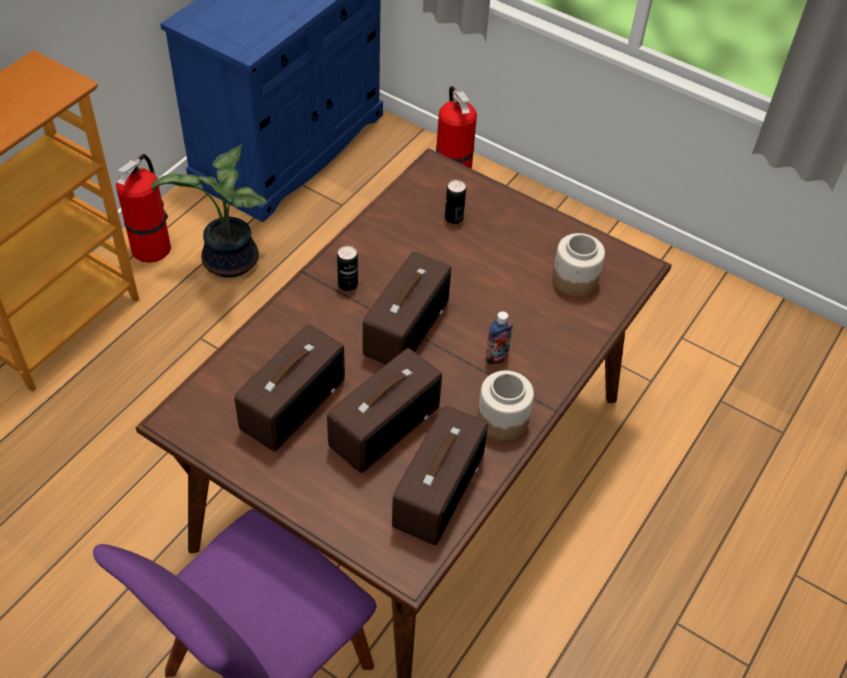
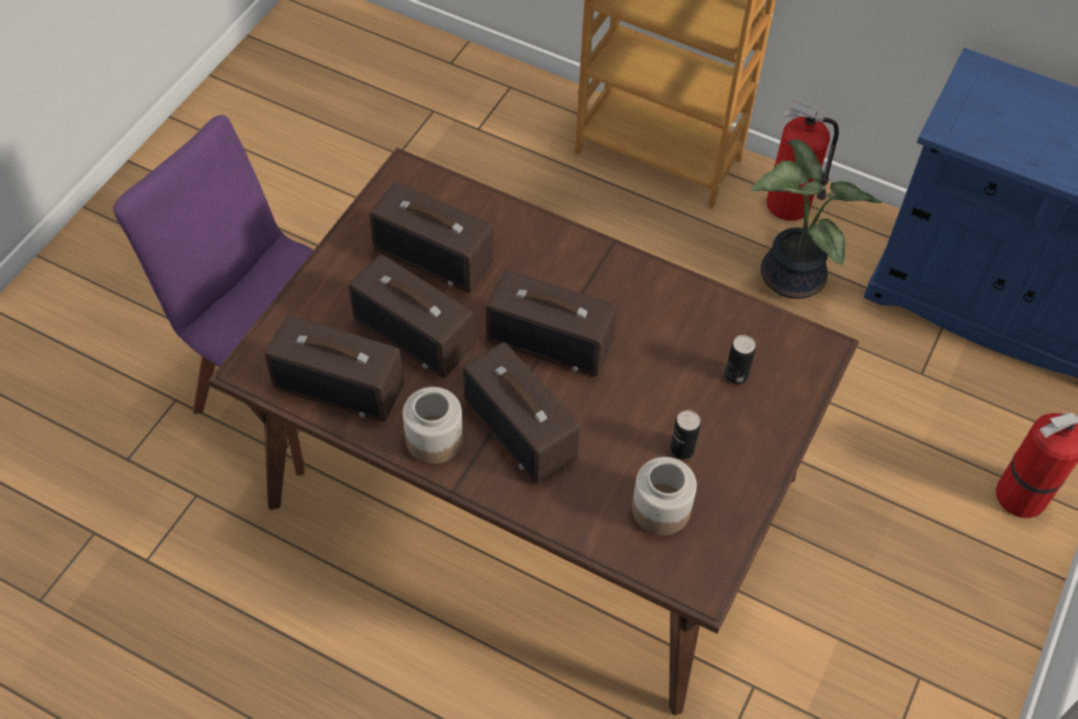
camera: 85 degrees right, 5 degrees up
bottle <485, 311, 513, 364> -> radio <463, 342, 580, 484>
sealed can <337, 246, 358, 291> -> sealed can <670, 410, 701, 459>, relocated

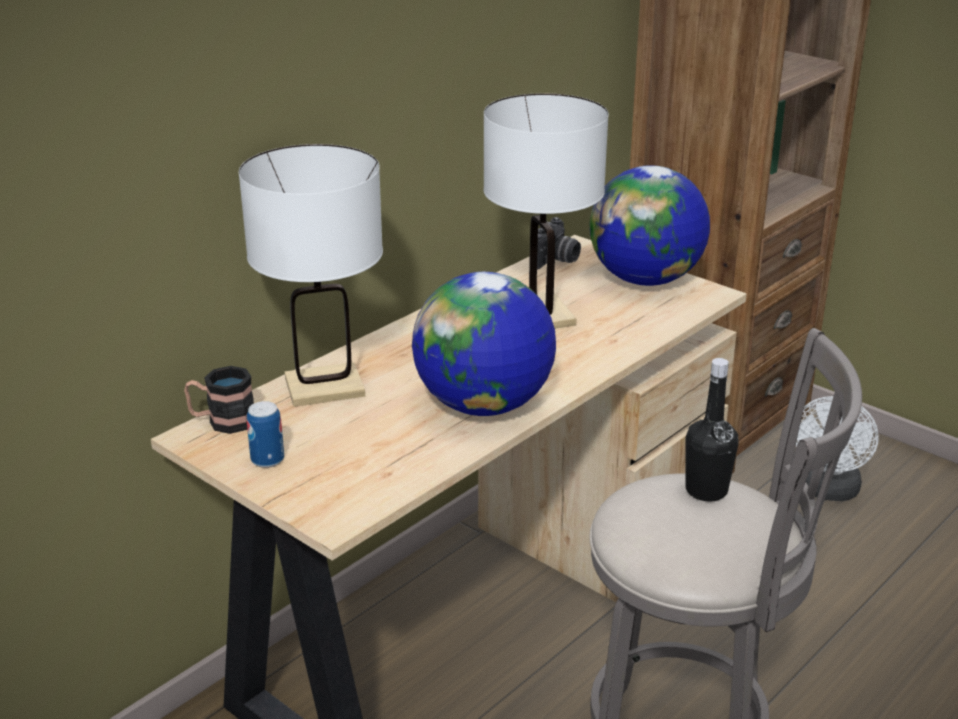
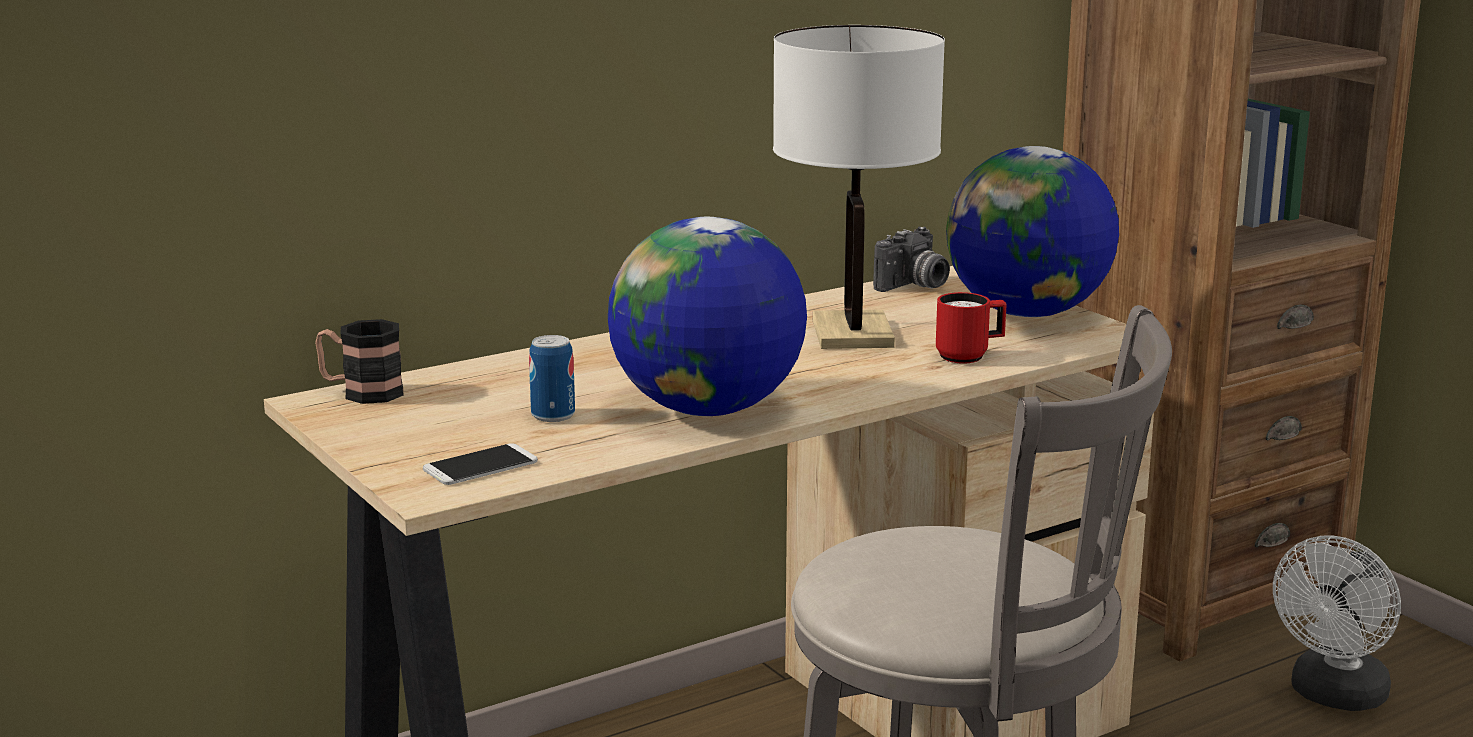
camera: 15 degrees right, 10 degrees down
none -> telephone <423, 443, 538, 485>
sealed can <247, 401, 284, 468> -> sealed can <529, 335, 575, 422>, relocated
none -> tea mug (reddish) <936, 292, 1007, 363>
tabletop lamp (white-coloured) <239, 144, 383, 407> -> none
bottle (blackish) <685, 358, 739, 502> -> none

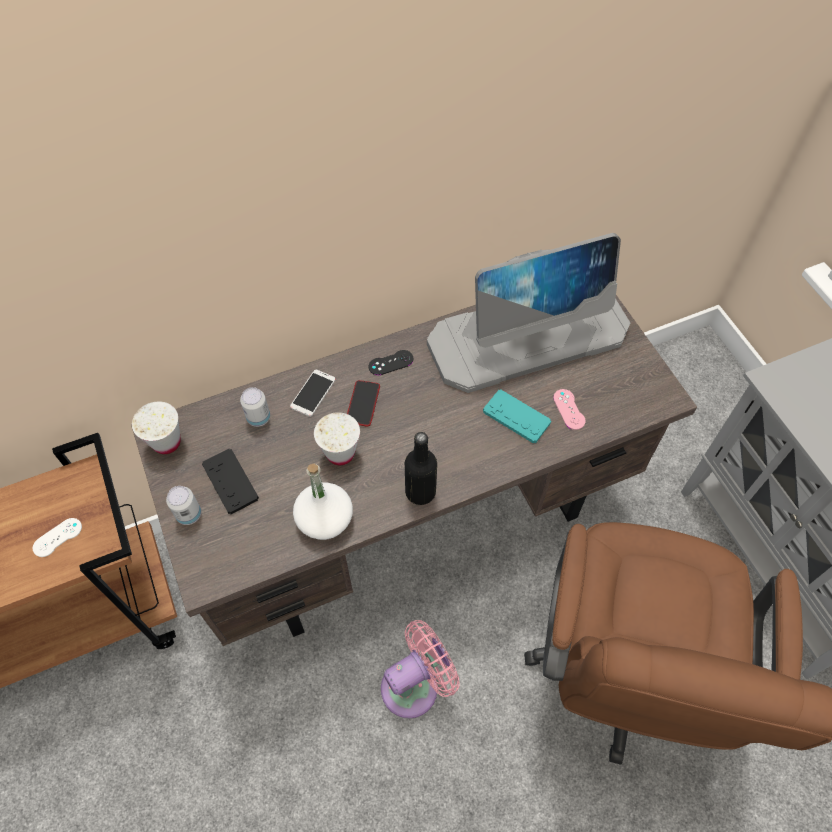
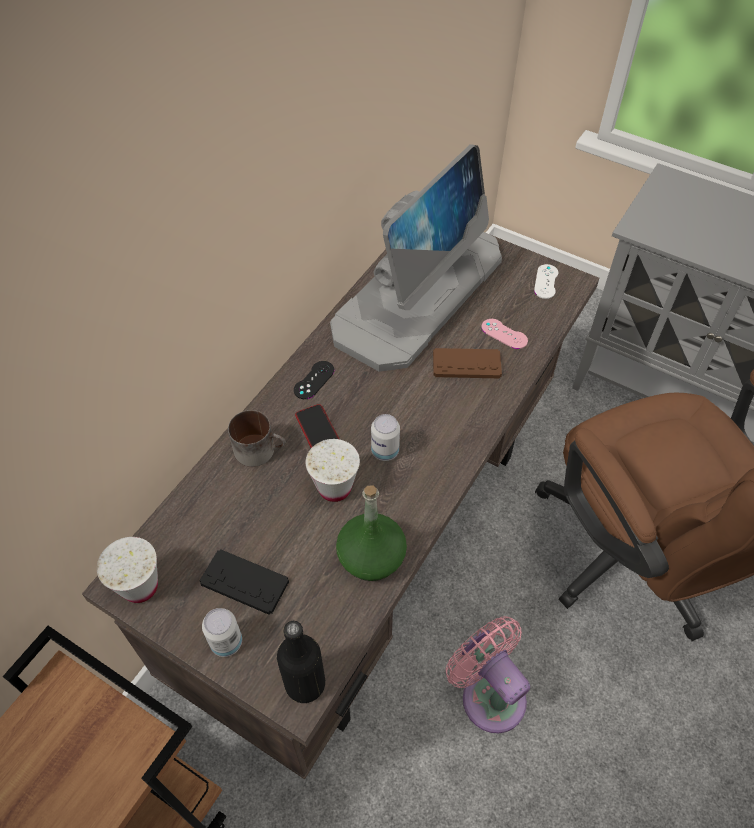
camera: 35 degrees left, 5 degrees down
telephone <290, 370, 336, 417> -> tea mug <228, 410, 286, 467>
bottle (blackish) <405, 432, 437, 505> -> bottle (blackish) <277, 621, 325, 703>, relocated
bottle (white-coloured) <293, 464, 353, 540> -> bottle (green) <336, 485, 407, 581>
sealed can <240, 387, 270, 427> -> sealed can <371, 414, 400, 461>, relocated
game controller (turquoise) <483, 390, 551, 444> -> game controller (brown-coloured) <433, 348, 502, 378>
electric fan (pink) <381, 620, 460, 718> -> electric fan (pink) <446, 616, 530, 733>, 60 degrees counterclockwise
game controller (white-coloured) <33, 518, 82, 557> -> game controller (white-coloured) <534, 264, 558, 299>, relocated

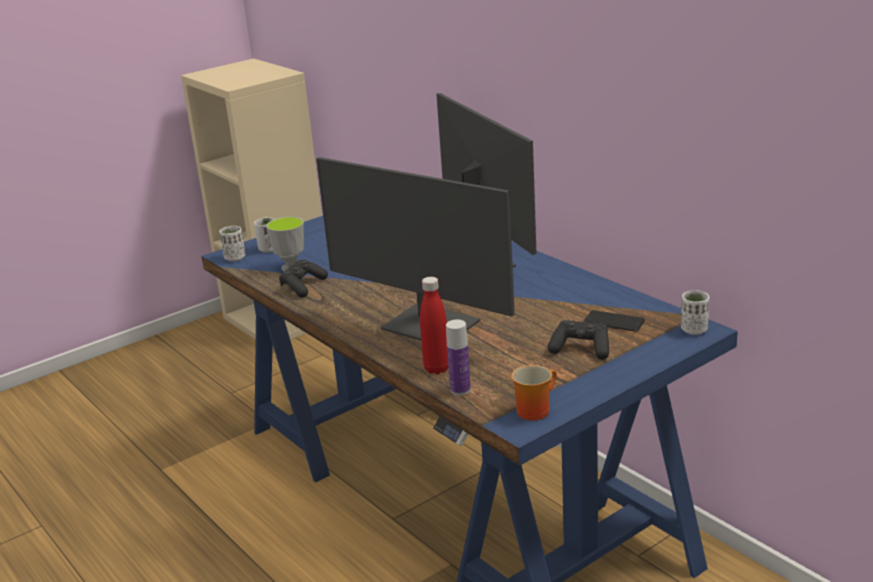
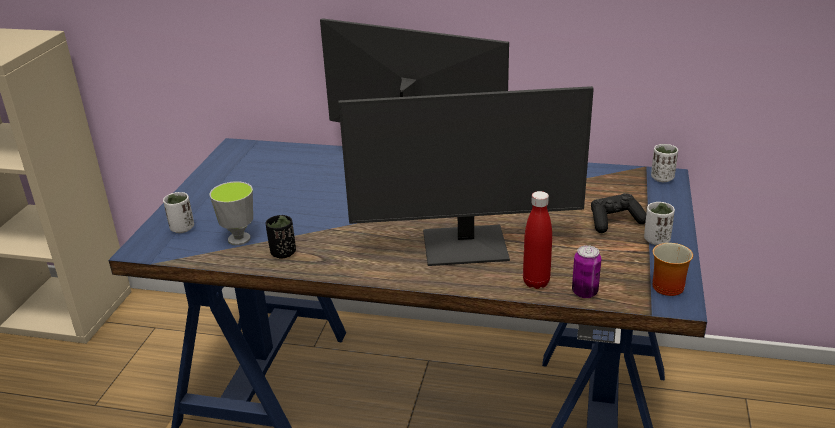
camera: 40 degrees left, 5 degrees up
game controller (blackish) <279, 259, 328, 298> -> drinking cup (blackish) <266, 215, 296, 259>
bottle <446, 320, 471, 395> -> sealed can <572, 245, 601, 298>
drinking cup (white-coloured) <219, 226, 245, 261> -> drinking cup (white-coloured) <644, 202, 675, 245>, relocated
telephone <583, 310, 645, 332> -> none

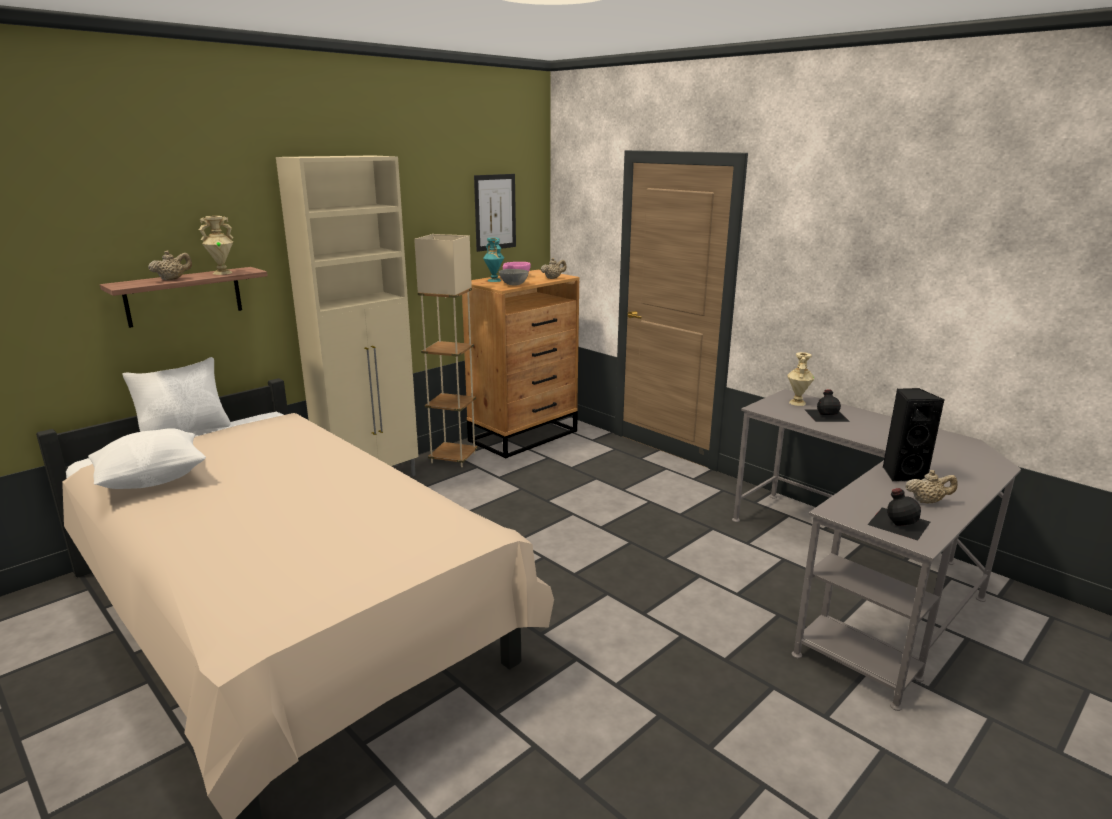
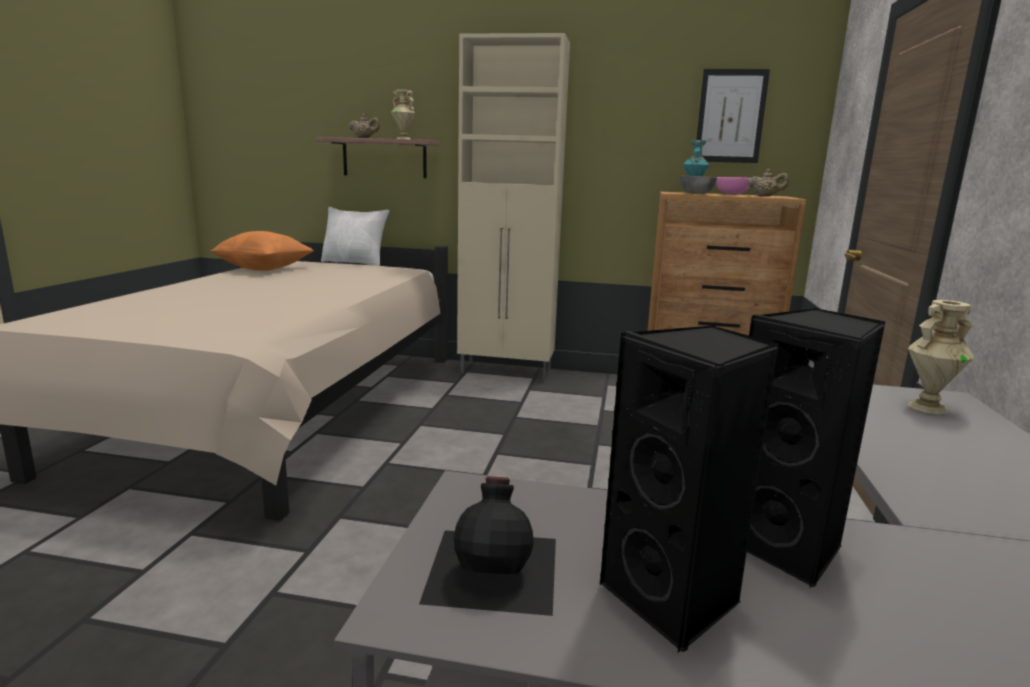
camera: 55 degrees right, 5 degrees down
pillow (white-coloured) <88, 428, 206, 489> -> pillow (orangey) <211, 231, 314, 271>
tea pot (beige) <905, 470, 958, 504> -> loudspeaker (blackish) <599, 325, 779, 652>
standing lamp (beige) <414, 234, 478, 467> -> none
bottle (blackish) <805, 389, 850, 422> -> none

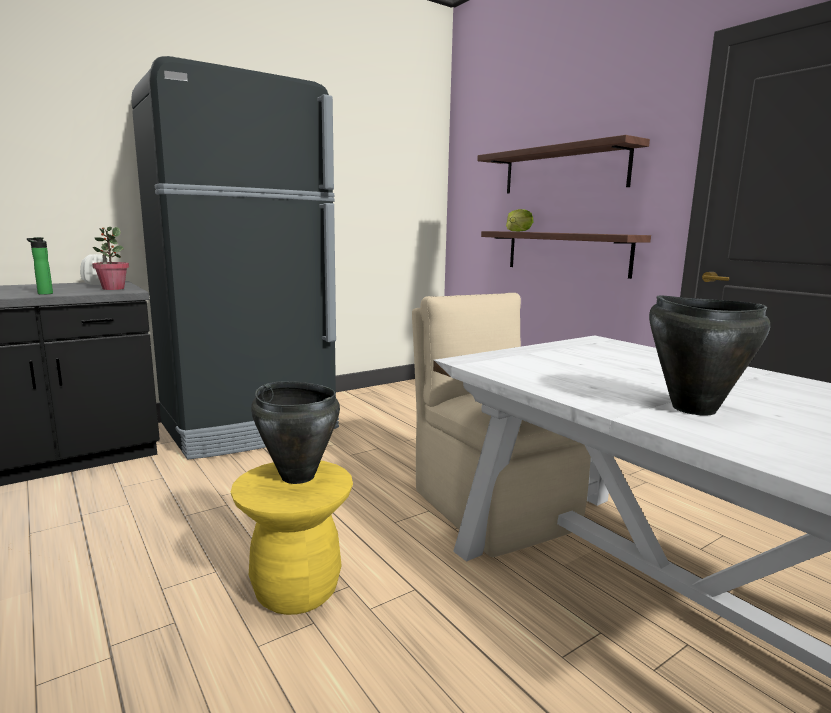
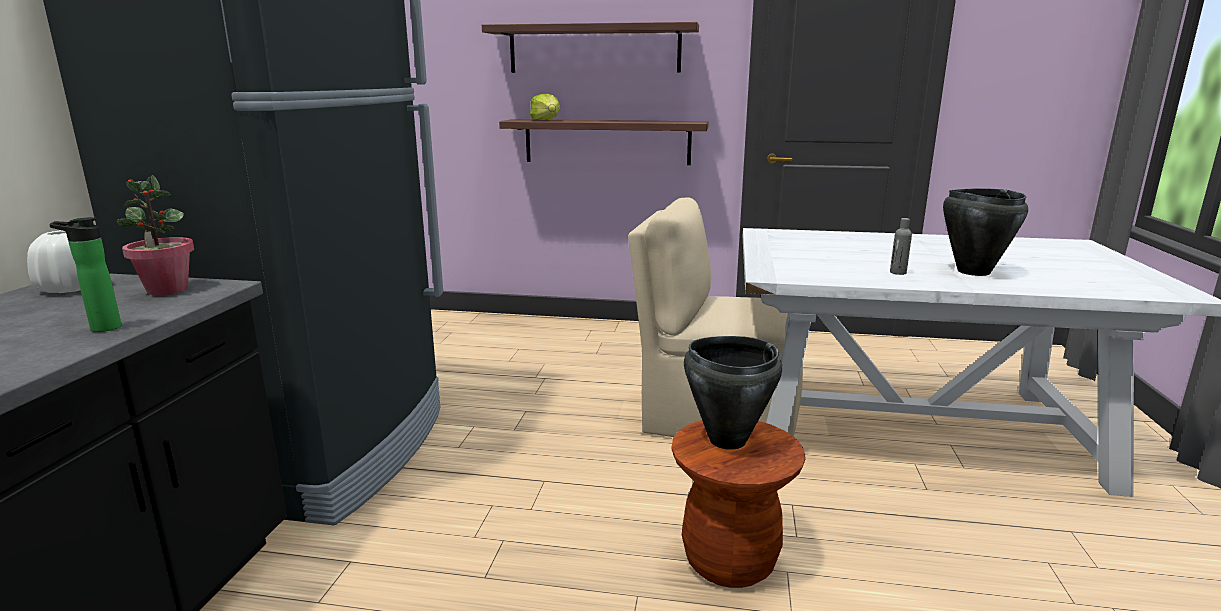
camera: 45 degrees left, 5 degrees up
sitting stool (yellow-coloured) <231, 461, 353, 615> -> sitting stool (brown-coloured) <671, 420, 805, 588>
none -> bottle (greyish) <890, 218, 912, 275>

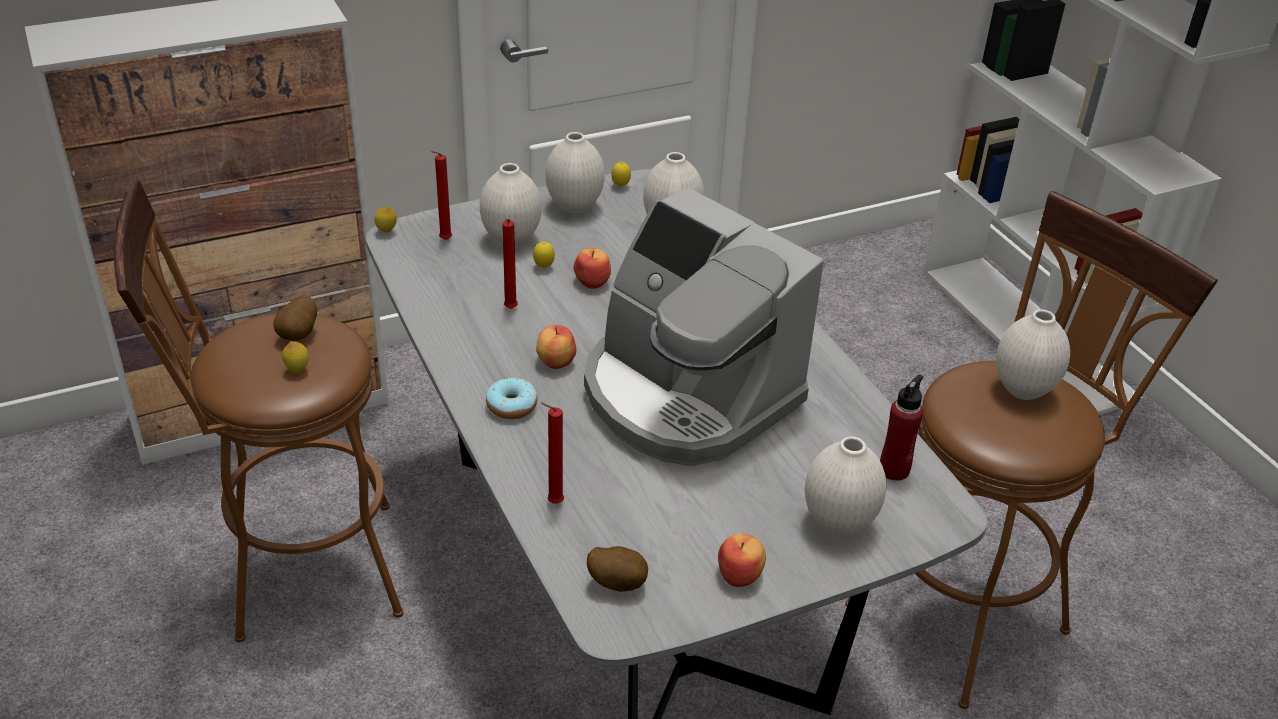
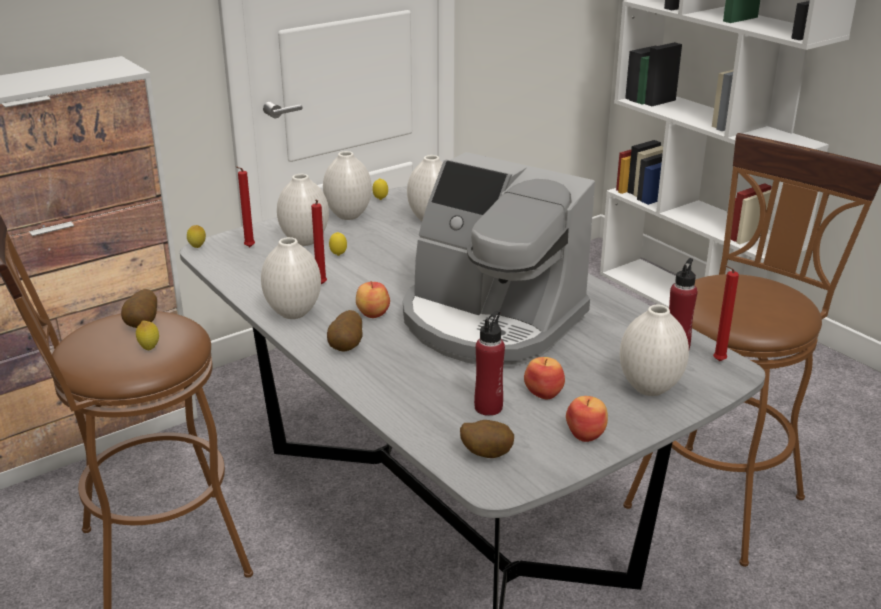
camera: 10 degrees left, 10 degrees down
flower vase (white-coloured) <996, 309, 1070, 400> -> flower vase (white-coloured) <261, 237, 321, 319>, relocated
doughnut <486, 378, 538, 419> -> spud <327, 310, 363, 352>
none -> bottle (reddish) <474, 311, 505, 416>
whole apple <574, 248, 611, 289> -> whole apple <524, 357, 565, 399>, relocated
wax candle (reddish) <541, 402, 564, 504> -> wax candle (reddish) <713, 265, 739, 361>, relocated

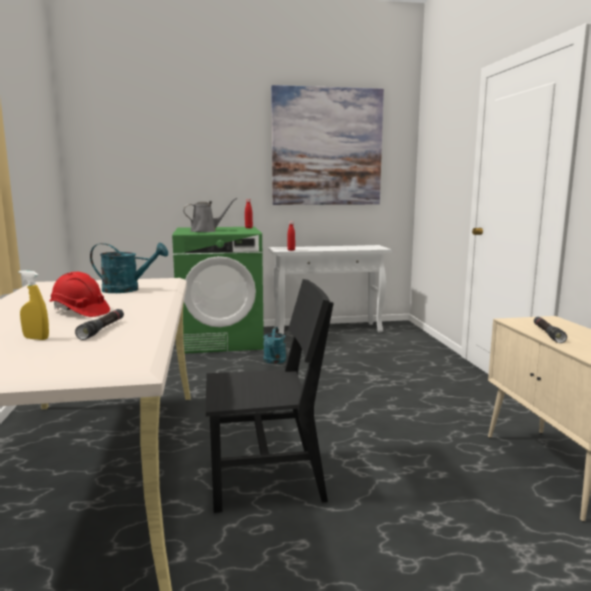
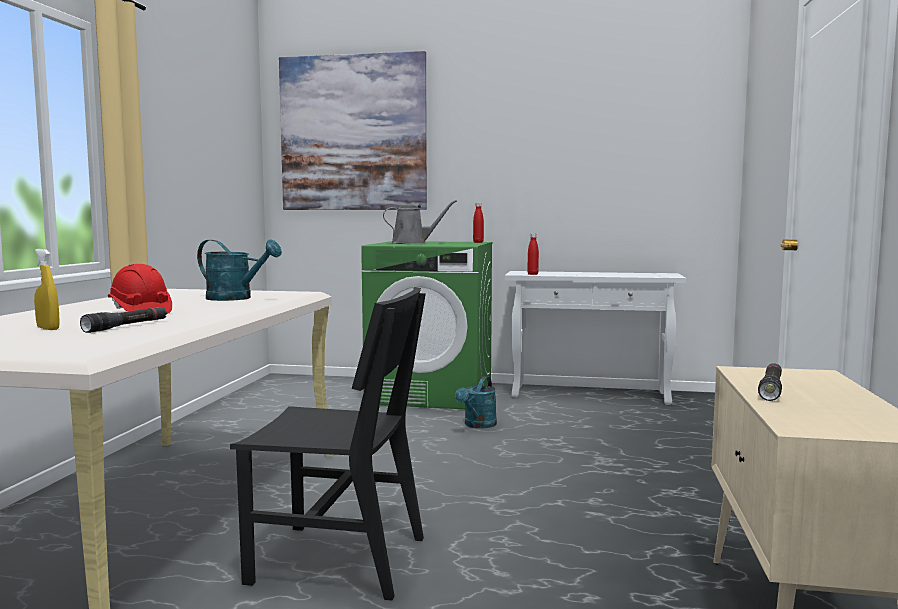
camera: 20 degrees right, 5 degrees down
wall art <271, 85, 384, 205> -> wall art <279, 51, 427, 210>, relocated

